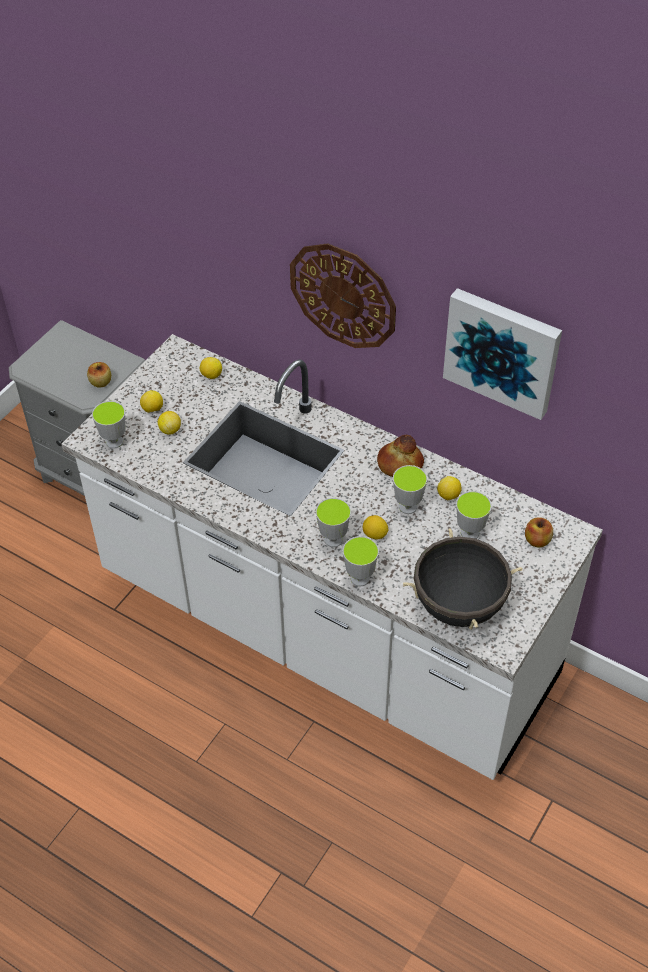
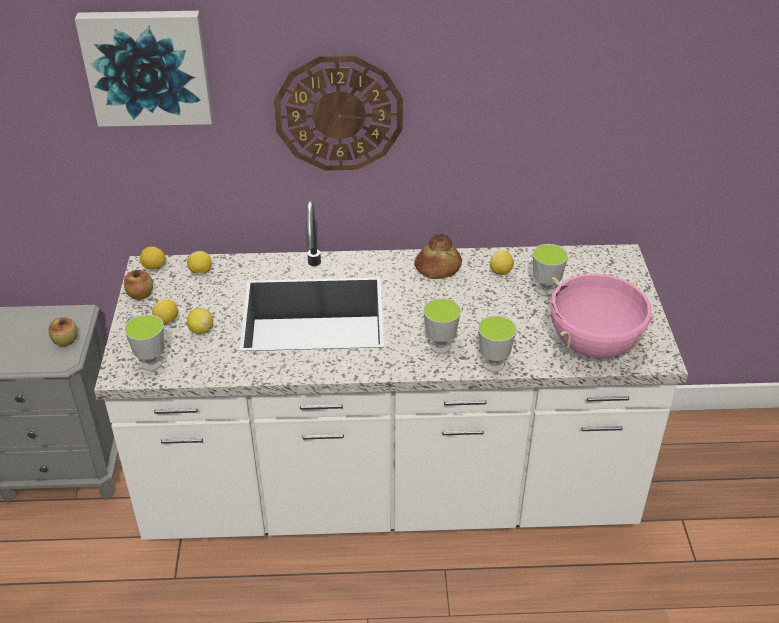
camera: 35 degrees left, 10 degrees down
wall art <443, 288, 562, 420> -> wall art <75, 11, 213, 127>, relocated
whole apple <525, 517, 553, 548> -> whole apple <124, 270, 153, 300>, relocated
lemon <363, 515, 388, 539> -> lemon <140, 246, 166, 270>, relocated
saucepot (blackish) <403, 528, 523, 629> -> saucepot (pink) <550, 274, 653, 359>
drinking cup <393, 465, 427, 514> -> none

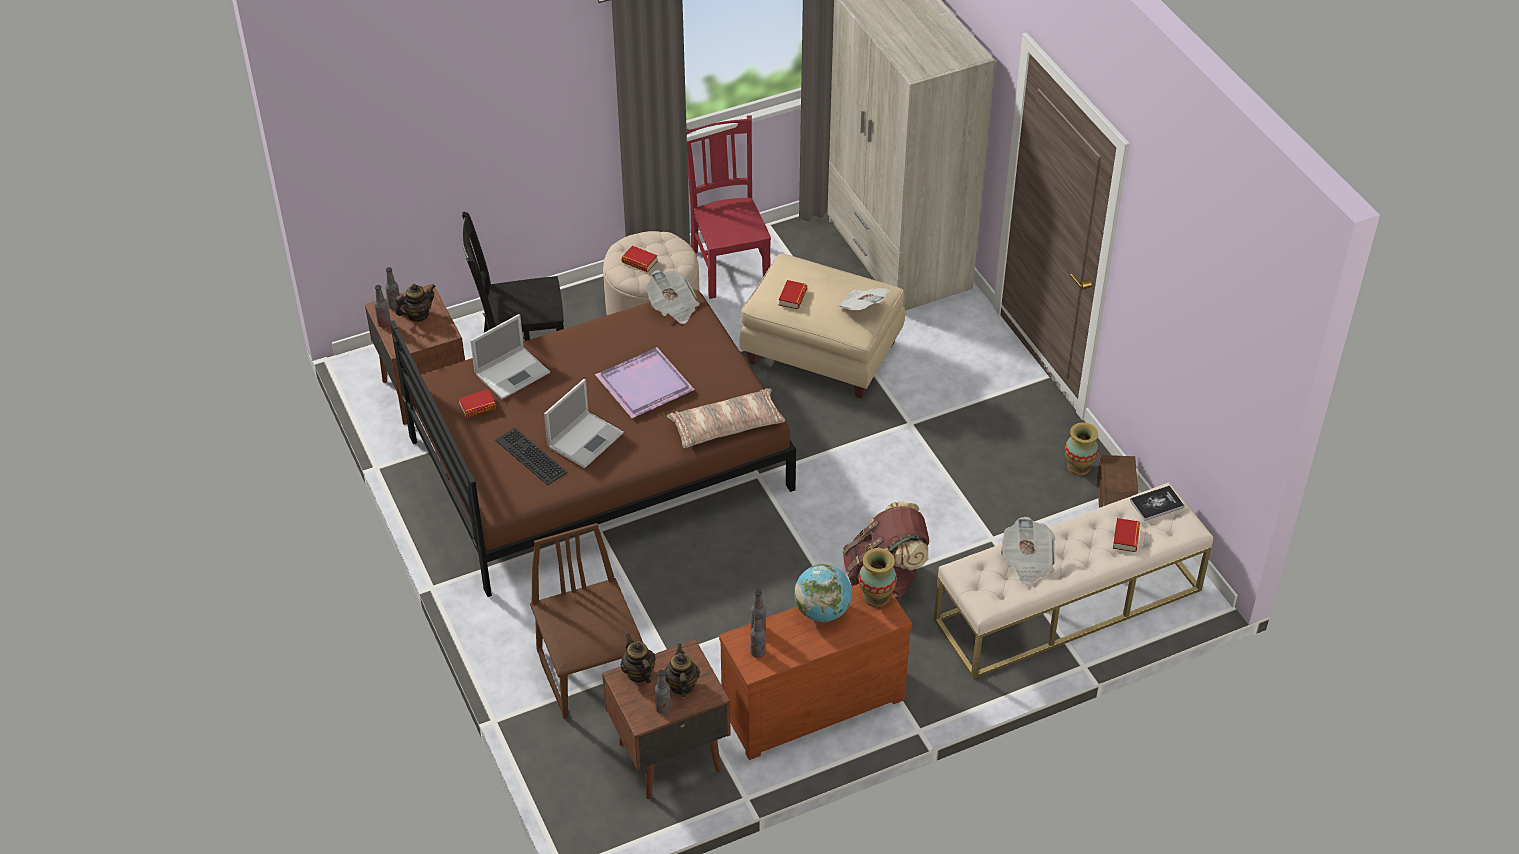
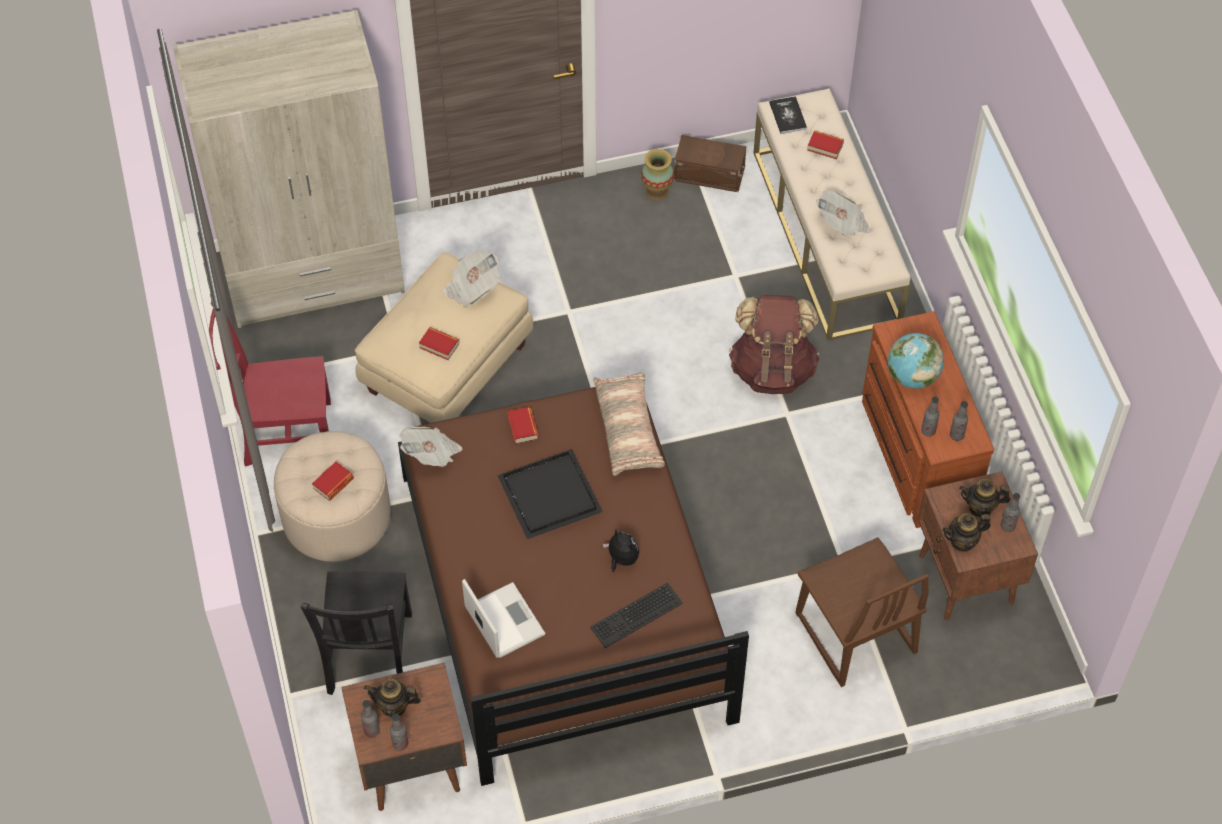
camera: 80 degrees left, 10 degrees up
tea pot <395, 284, 436, 322> -> tea pot <364, 679, 421, 718>, 60 degrees counterclockwise
serving tray (purple-coloured) <595, 347, 695, 418> -> serving tray (blackish) <497, 449, 603, 539>
book <459, 389, 497, 418> -> book <507, 407, 538, 444>, relocated
laptop <544, 379, 624, 468> -> plush toy <603, 529, 639, 572>
plain chair (brown-coloured) <530, 523, 643, 719> -> plain chair (brown-coloured) <796, 537, 929, 687>, 105 degrees counterclockwise
flower vase <859, 548, 897, 607> -> none

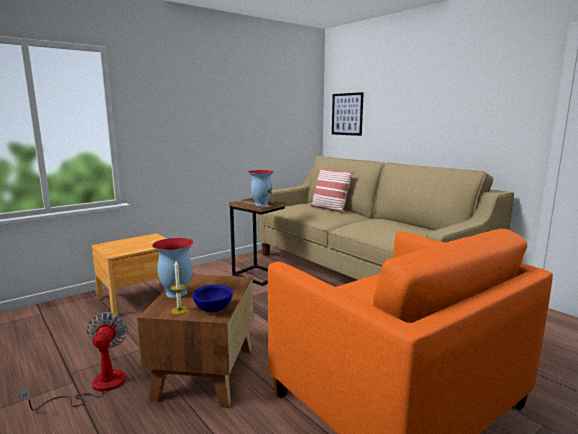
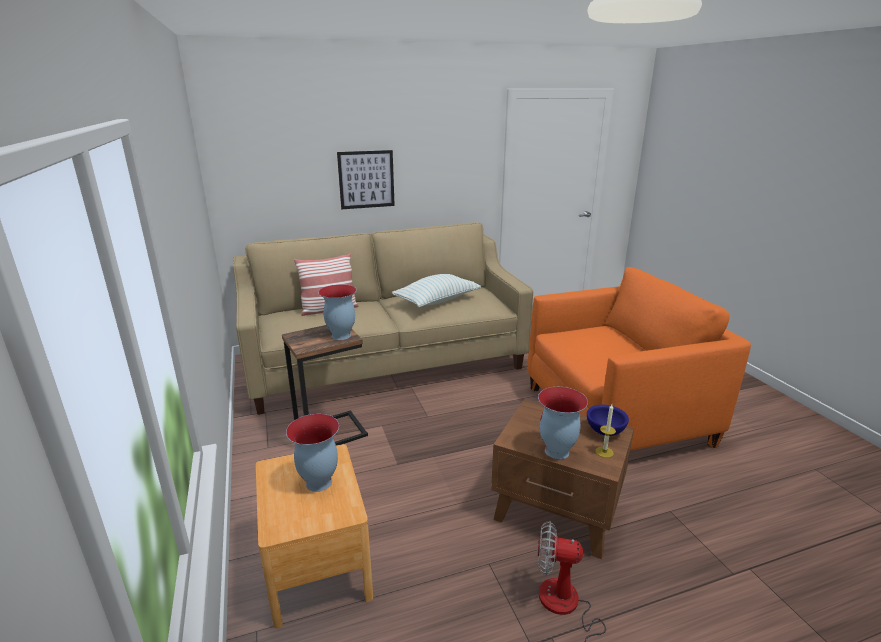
camera: 70 degrees left, 10 degrees up
none -> flower vase <286, 414, 339, 492>
wall art <332, 92, 364, 136> -> wall art <337, 150, 395, 209>, relocated
none -> pillow <392, 274, 481, 307>

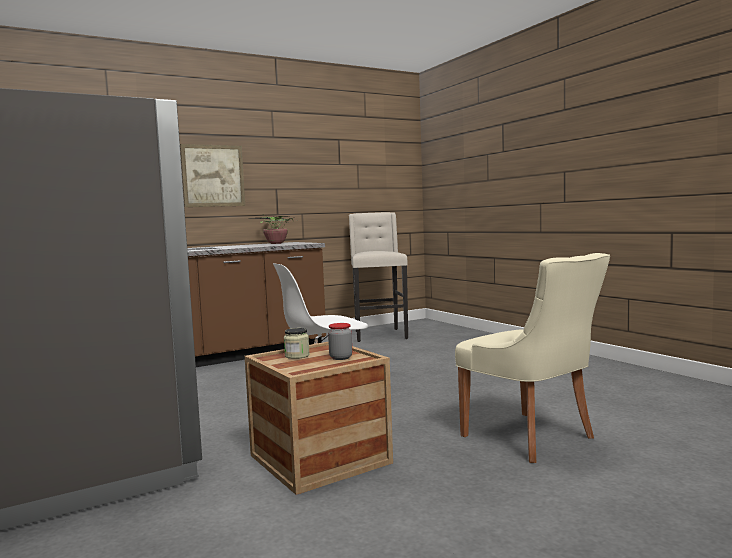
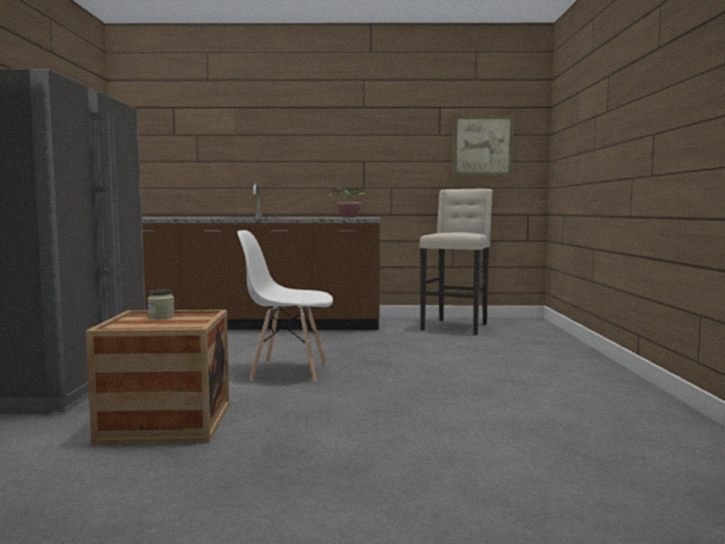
camera: 30 degrees right, 0 degrees up
wall art <180, 144, 245, 207> -> wall art <453, 115, 514, 176>, relocated
storage jar <328, 323, 352, 360> -> none
plain chair (beige) <455, 253, 610, 463> -> none

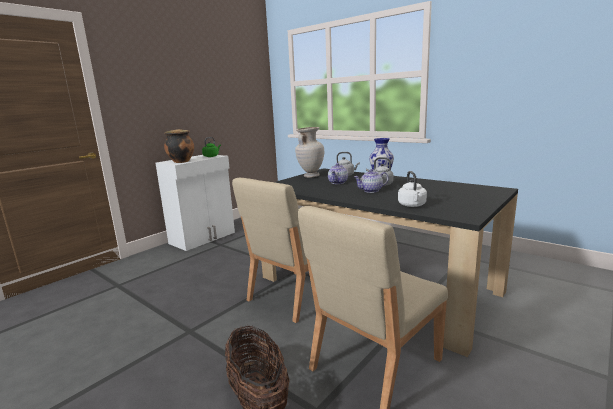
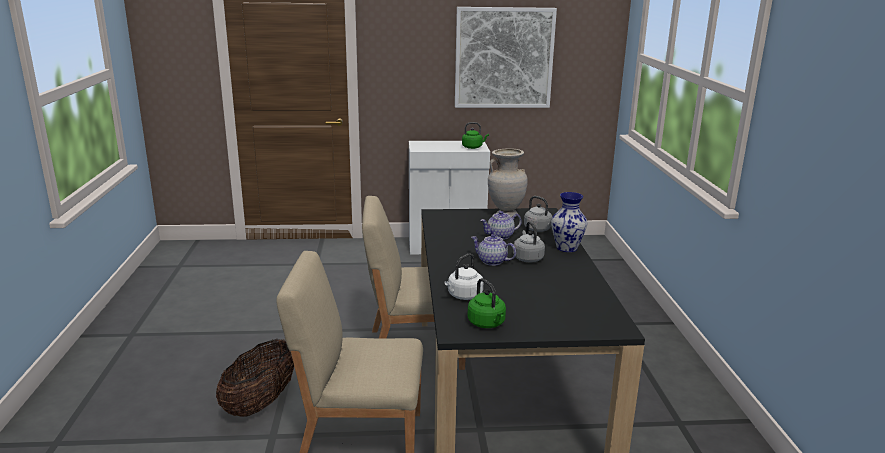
camera: 45 degrees right, 5 degrees up
none -> wall art <455, 7, 557, 108>
none -> water kettle (green) <467, 278, 506, 328>
saucepot <164, 129, 194, 163> -> none

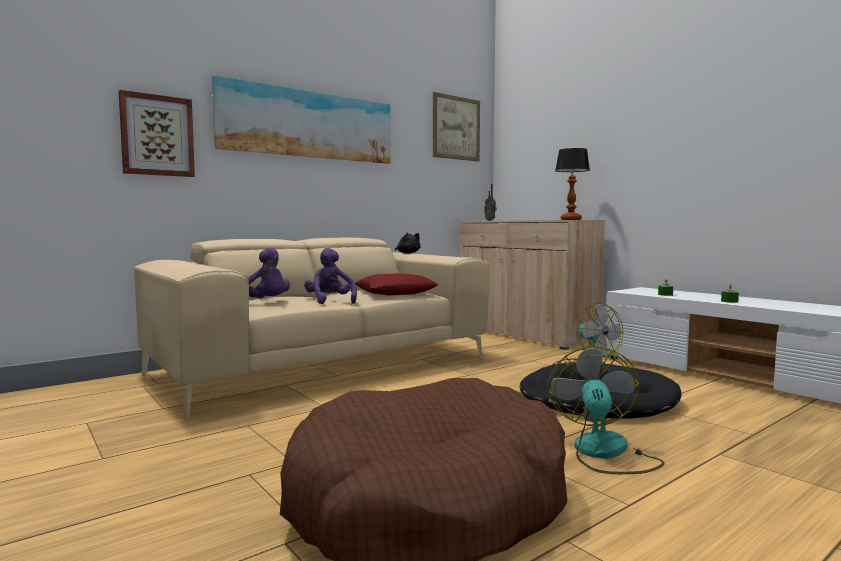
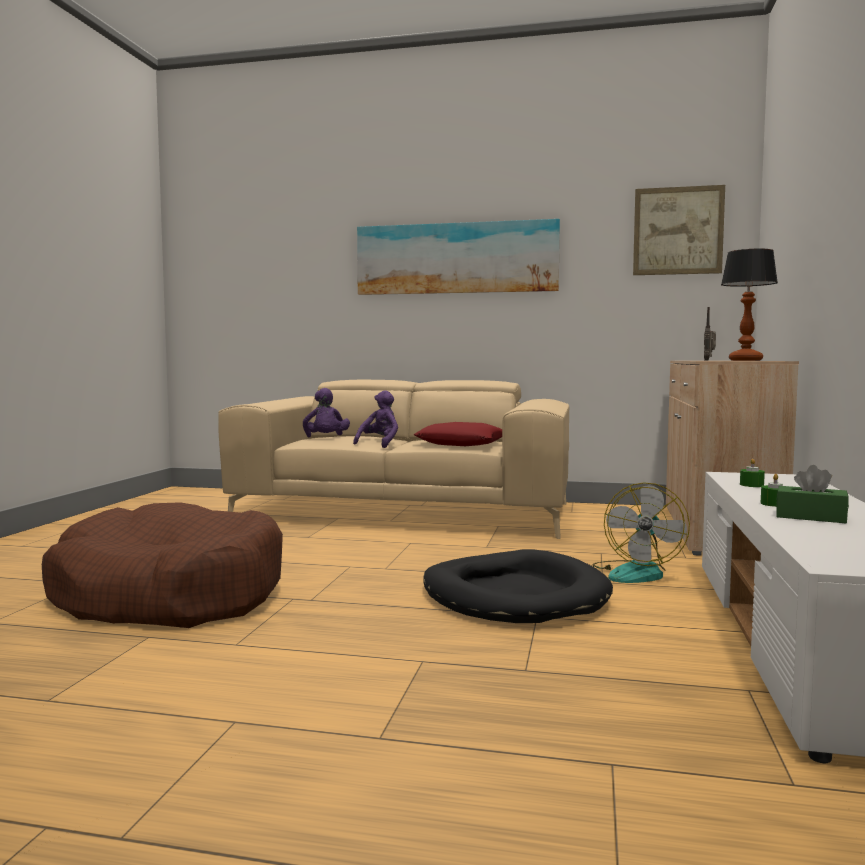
camera: 50 degrees right, 0 degrees up
none -> tissue box (green) <776, 465, 849, 523>
wall art <119, 90, 195, 177> -> none
plush toy (blackish) <395, 233, 421, 254> -> none
electric fan <549, 347, 665, 474> -> none

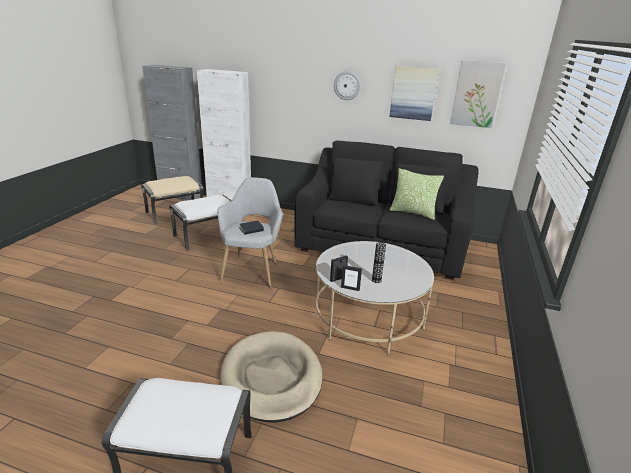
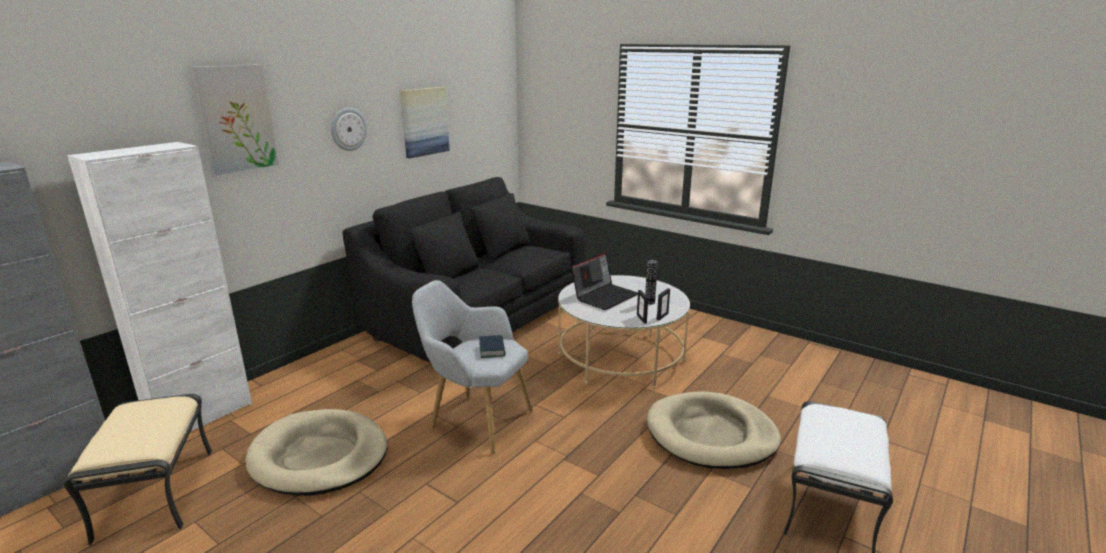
camera: 70 degrees left, 5 degrees down
wall art <450, 60, 506, 128> -> wall art <190, 64, 279, 175>, relocated
pouffe (white-coloured) <169, 195, 232, 251> -> dog cushion (beige) <245, 409, 388, 496>
none -> laptop <571, 252, 638, 310>
pillow <390, 168, 444, 220> -> none

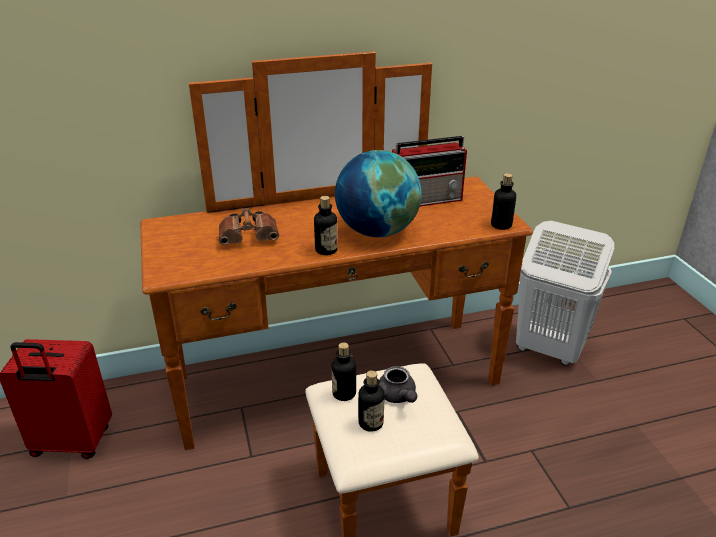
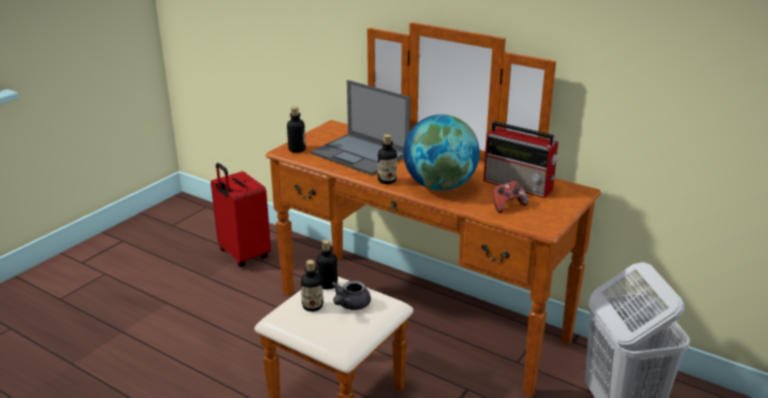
camera: 50 degrees right, 5 degrees down
bottle <491, 173, 516, 230> -> bottle <287, 107, 306, 153>, relocated
binoculars (brown-coloured) <219, 208, 279, 245> -> laptop <311, 80, 410, 175>
none -> game controller <493, 181, 528, 213>

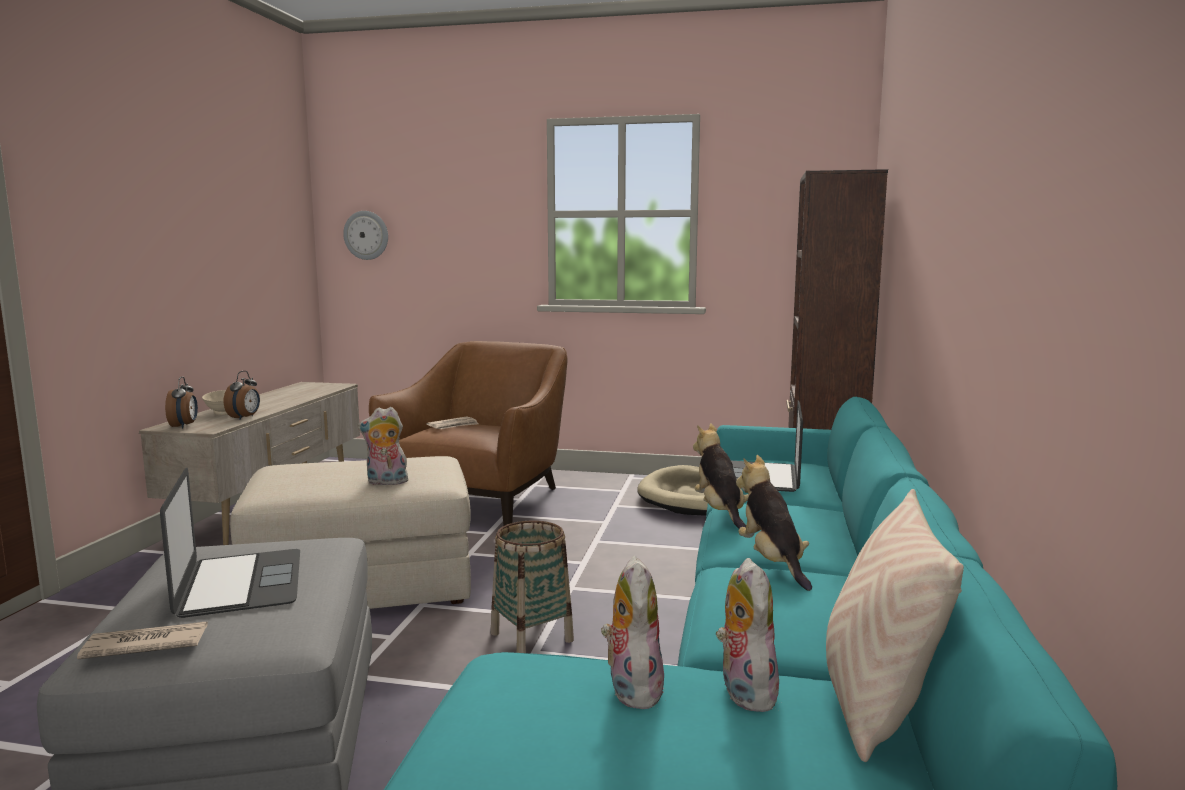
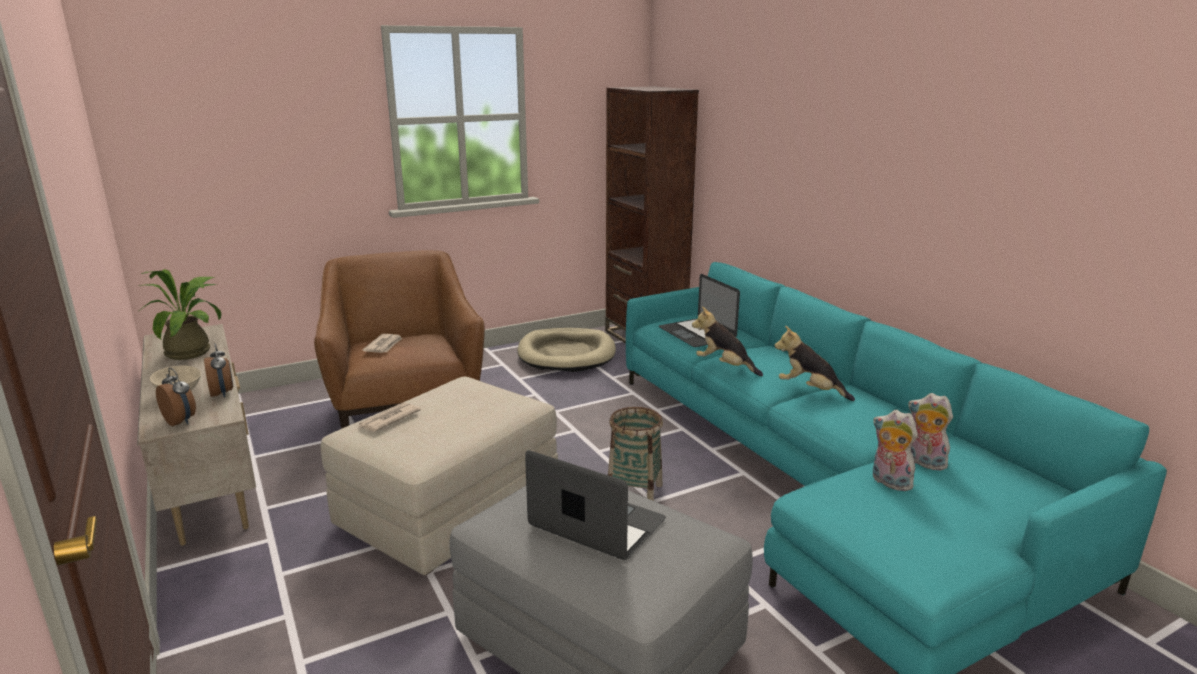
camera: 40 degrees left, 10 degrees up
none -> houseplant <138, 269, 221, 360>
newspaper <77, 621, 208, 659> -> newspaper <359, 403, 421, 432>, relocated
hanging clock <343, 211, 388, 260> -> none
plush toy <358, 407, 410, 485> -> none
pillow (beige) <826, 489, 964, 762> -> none

